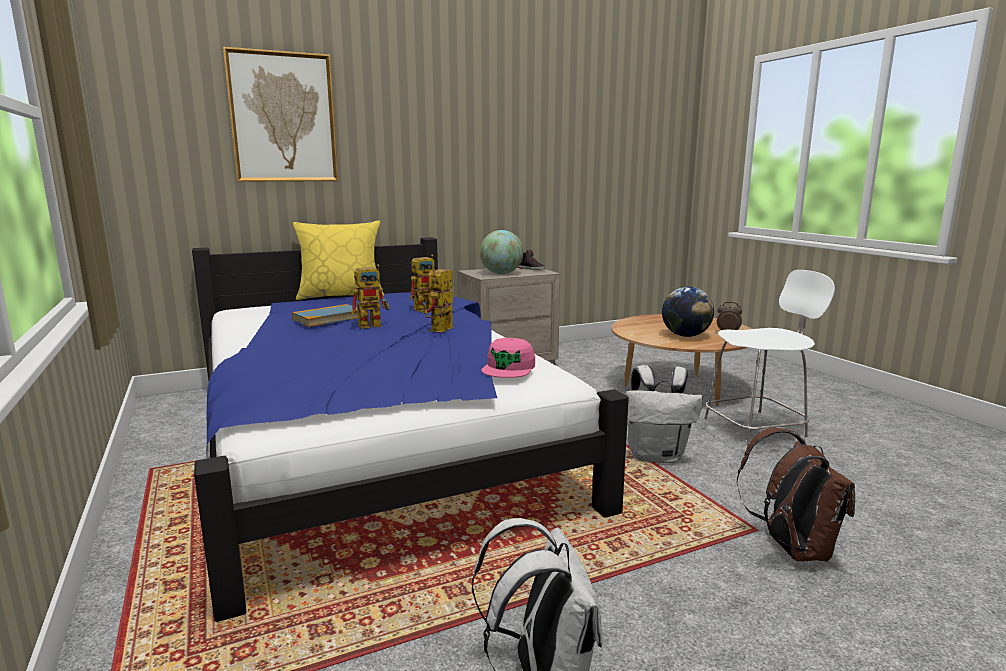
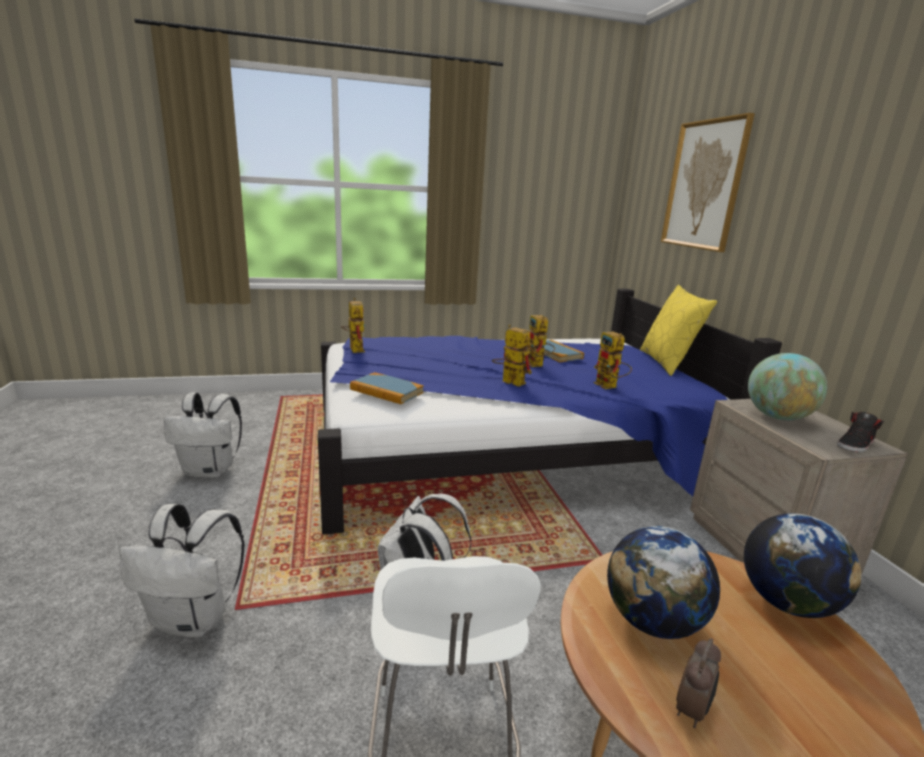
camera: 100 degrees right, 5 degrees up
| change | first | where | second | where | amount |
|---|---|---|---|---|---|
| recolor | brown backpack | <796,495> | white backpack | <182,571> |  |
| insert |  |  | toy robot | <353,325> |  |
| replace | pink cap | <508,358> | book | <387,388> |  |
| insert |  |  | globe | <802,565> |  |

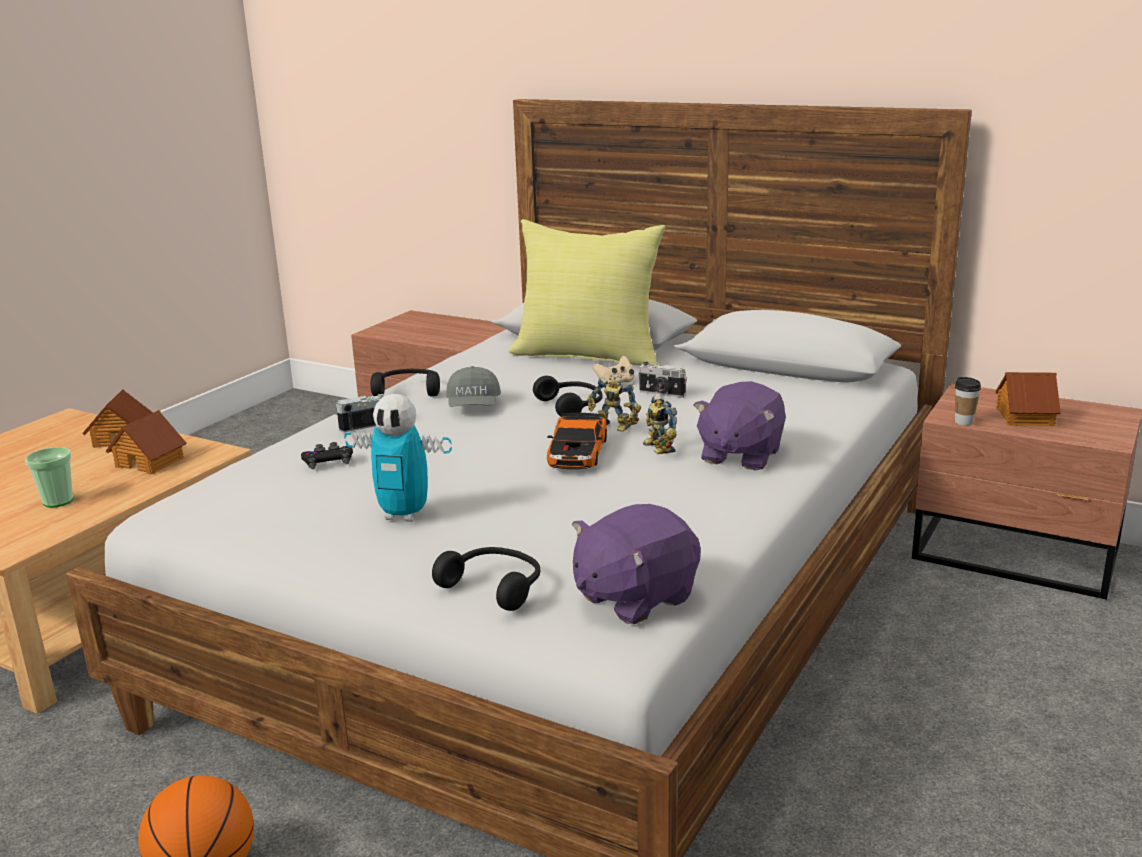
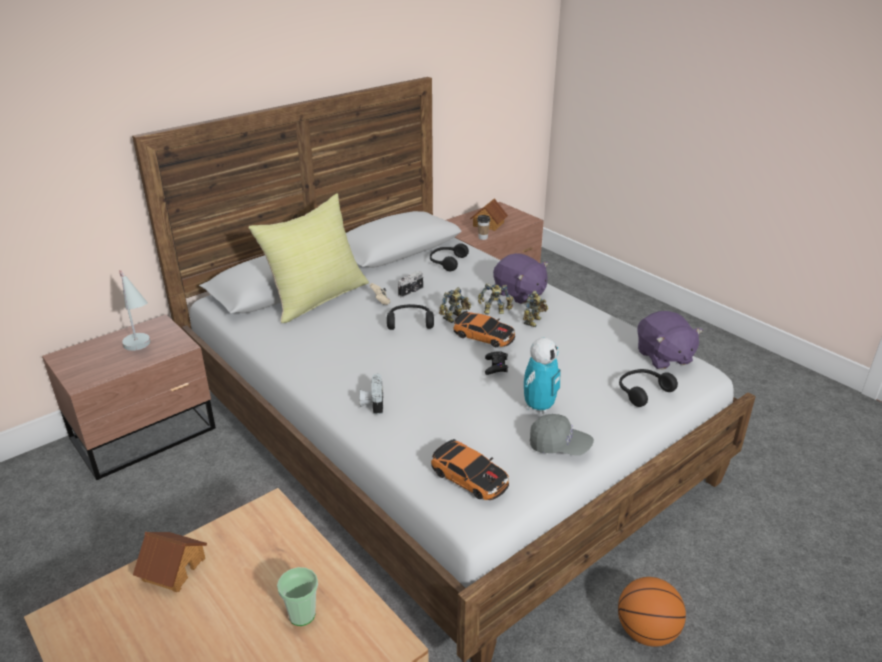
camera: 70 degrees left, 10 degrees up
| change | first | where | second | where | amount |
|---|---|---|---|---|---|
| insert |  |  | white table lamp | <135,310> |  |
| move | black headphones | <405,382> |  | <449,257> |  |
| insert |  |  | toy car | <470,469> |  |
| move | black game controller | <327,455> |  | <496,363> |  |
| insert |  |  | toy robot | <535,309> |  |
| move | grey cap | <473,386> |  | <562,434> |  |
| delete | toy house | <146,442> |  |  |  |

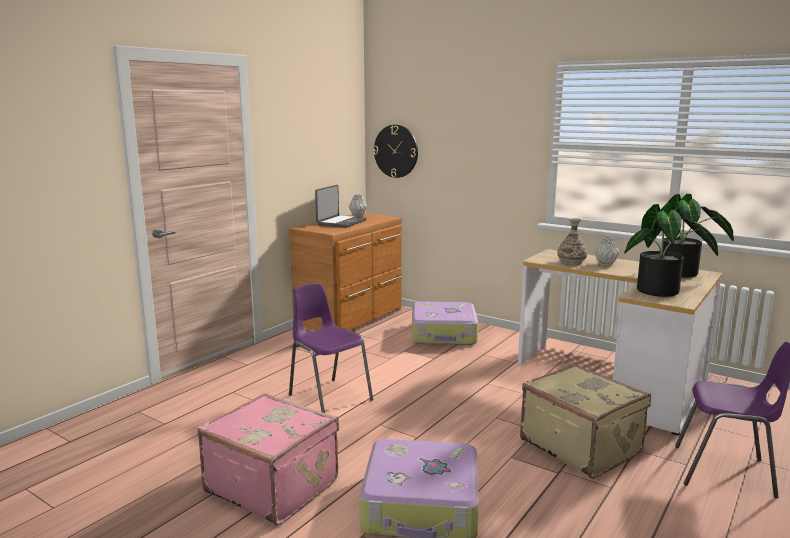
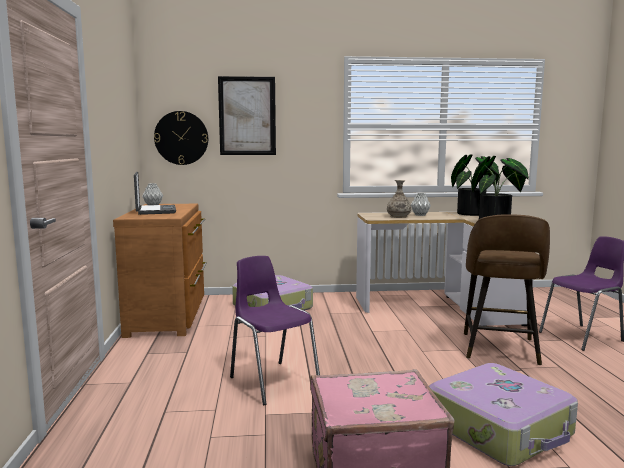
camera: 40 degrees left, 5 degrees down
| change | first | where | second | where | amount |
|---|---|---|---|---|---|
| insert |  |  | picture | <247,115> |  |
| rotate | purple chair | <331,348> |  | <275,330> | 45 degrees clockwise |
| replace | beige suitcase | <585,421> | brown stool | <507,289> |  |

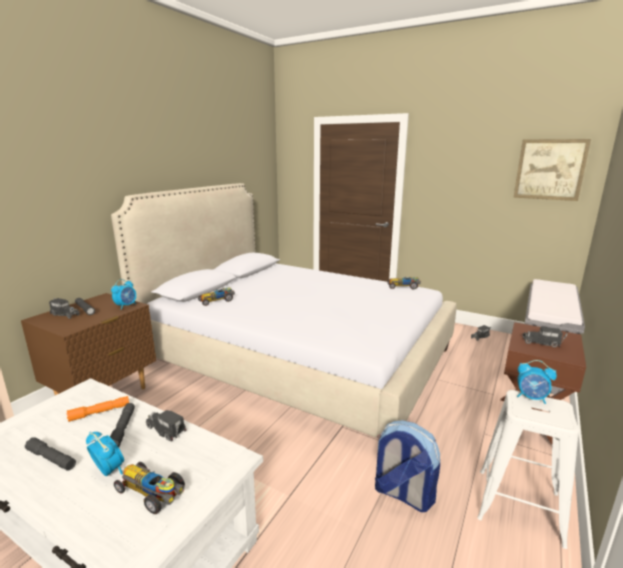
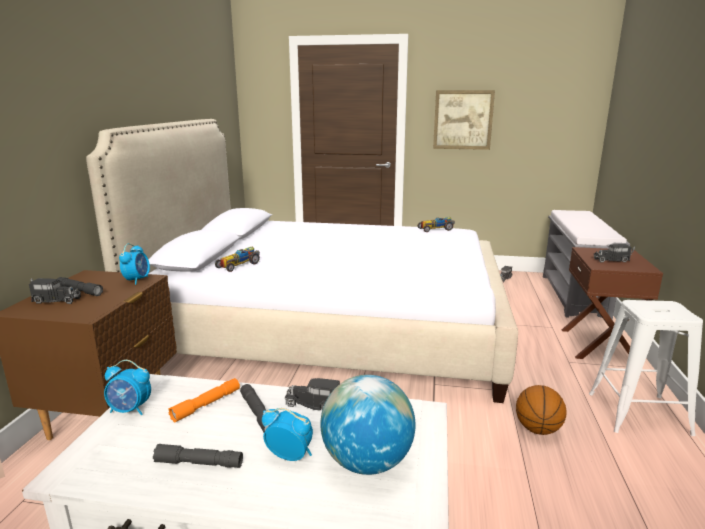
camera: 20 degrees left, 0 degrees up
| change | first | where | second | where | amount |
|---|---|---|---|---|---|
| move | alarm clock | <537,382> |  | <127,387> |  |
| replace | toy car | <149,488> | globe | <367,425> |  |
| move | picture | <552,170> |  | <464,120> |  |
| replace | backpack | <407,466> | basketball | <541,410> |  |

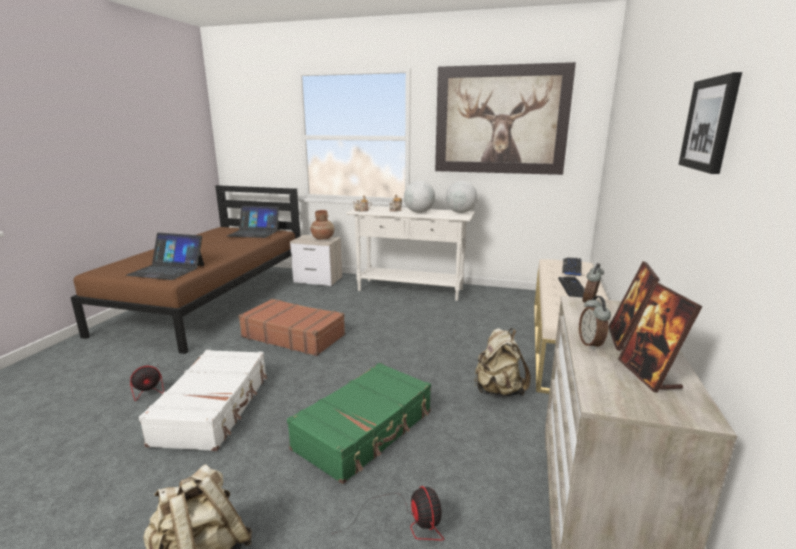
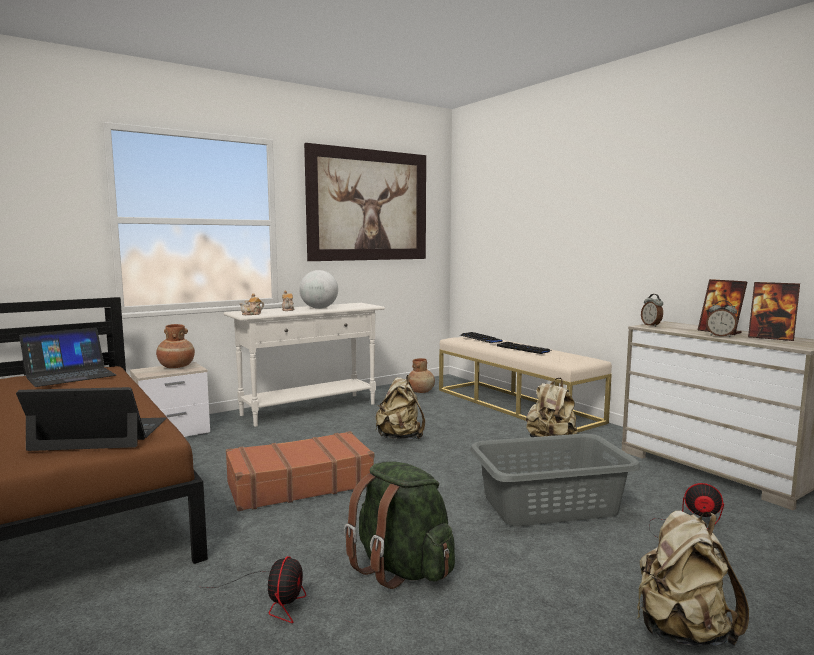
camera: 50 degrees left, 10 degrees down
| change | first | where | second | where | amount |
|---|---|---|---|---|---|
| rotate | laptop | <165,256> |  | <91,419> | 150 degrees counterclockwise |
| replace | white suitcase | <203,400> | green backpack | <399,525> |  |
| insert |  |  | beige backpack | <400,407> |  |
| insert |  |  | brown vase | <422,375> |  |
| replace | green suitcase | <359,423> | grey laundry basket | <555,480> |  |
| delete | globe | <462,197> |  |  |  |
| delete | picture | <710,123> |  |  |  |

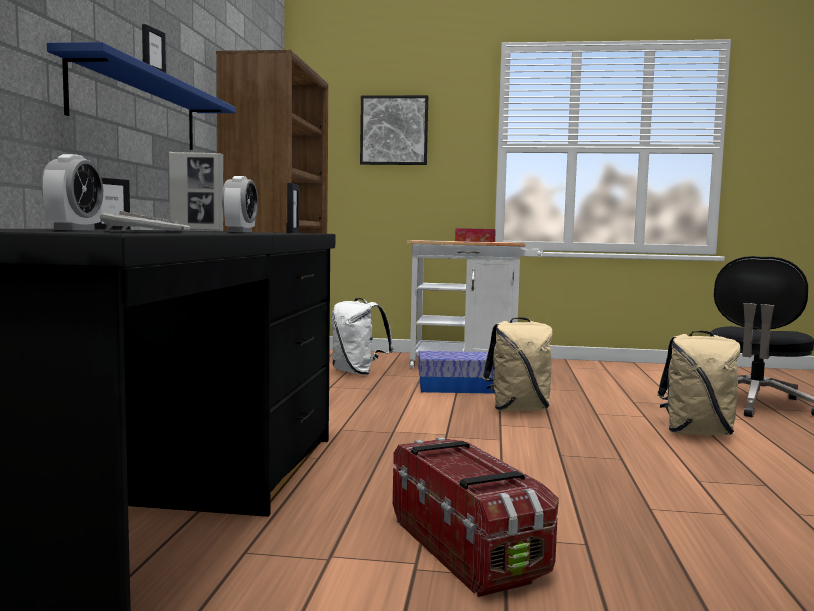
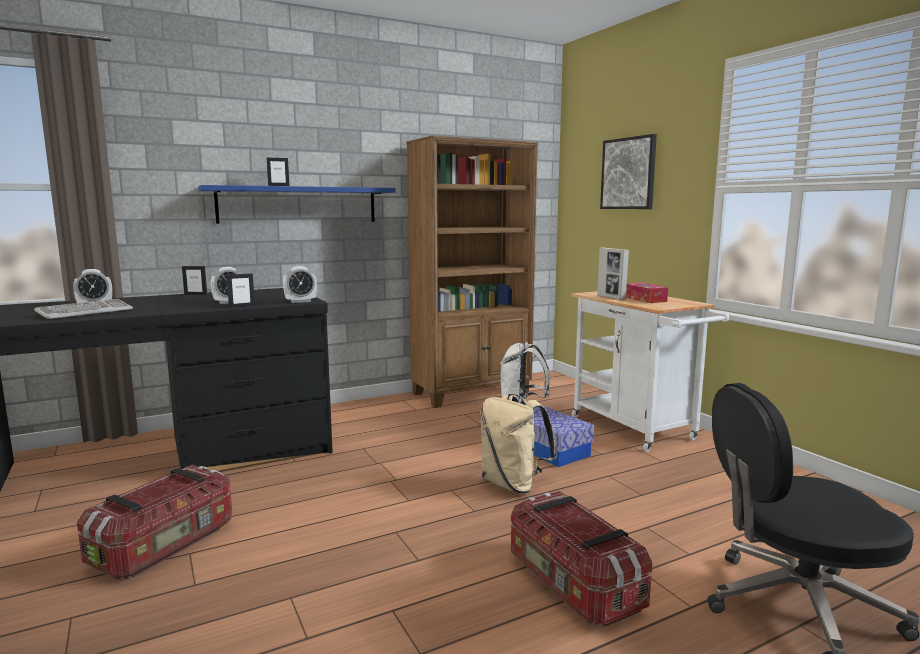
camera: 55 degrees right, 5 degrees up
| change | first | where | second | where | amount |
|---|---|---|---|---|---|
| insert |  |  | alarm clock | <300,284> |  |
| replace | beige backpack | <699,382> | storage box | <581,558> |  |
| move | picture frame | <196,191> |  | <613,273> |  |

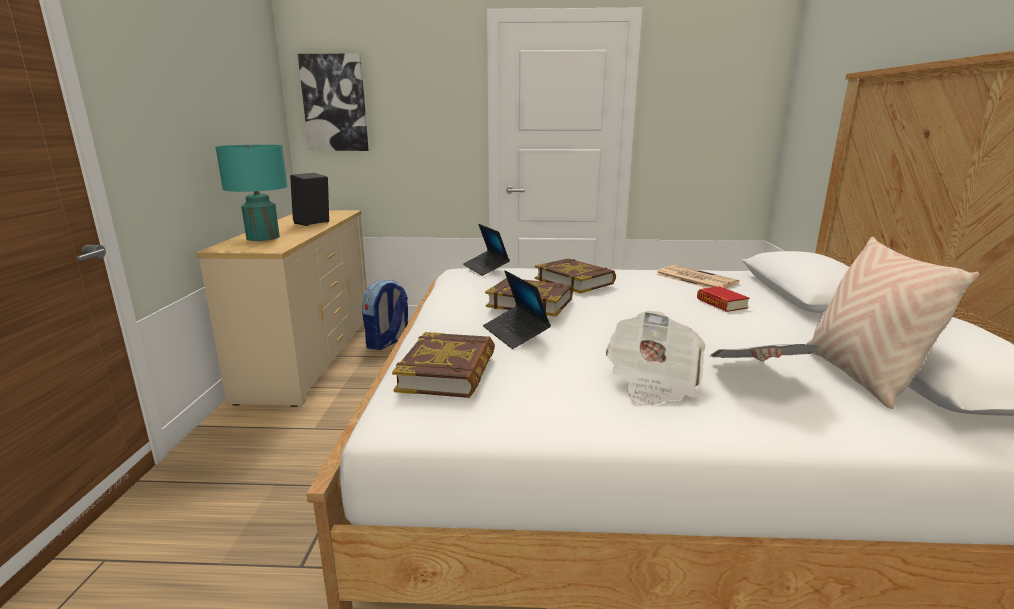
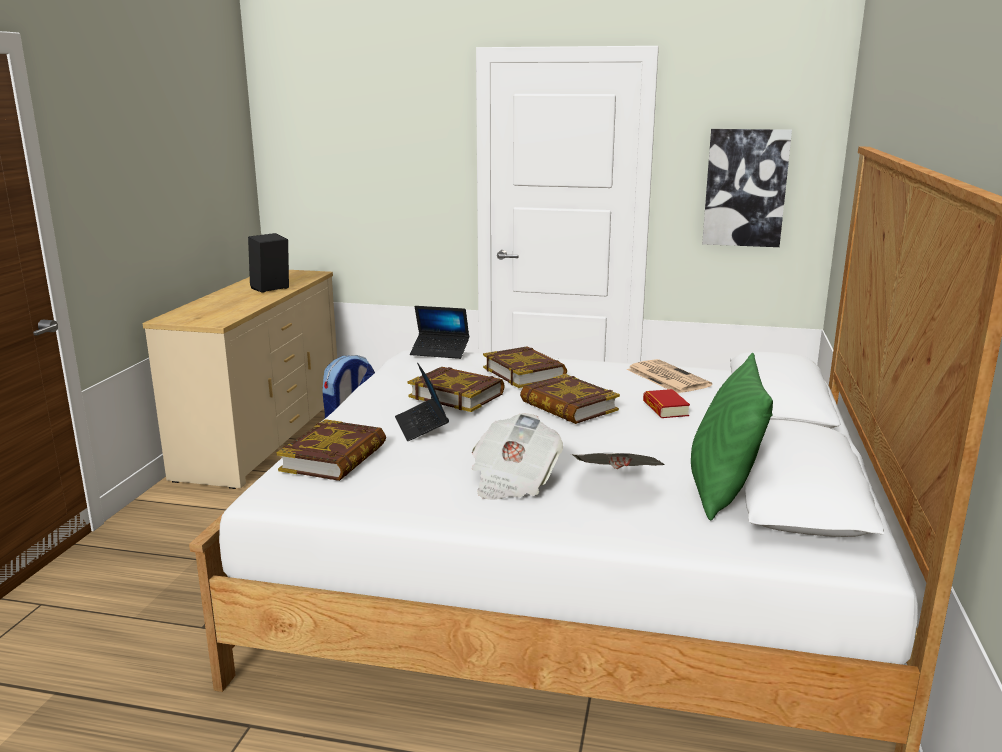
camera: 10 degrees right, 0 degrees up
| change | first | where | second | where | amount |
|---|---|---|---|---|---|
| rotate | laptop | <486,250> |  | <439,332> | 60 degrees counterclockwise |
| insert |  |  | book | <570,399> |  |
| recolor | beige pillow | <892,323> | green pillow | <732,436> |  |
| move | picture | <333,102> |  | <747,188> |  |
| delete | turquoise table lamp | <251,193> |  |  |  |

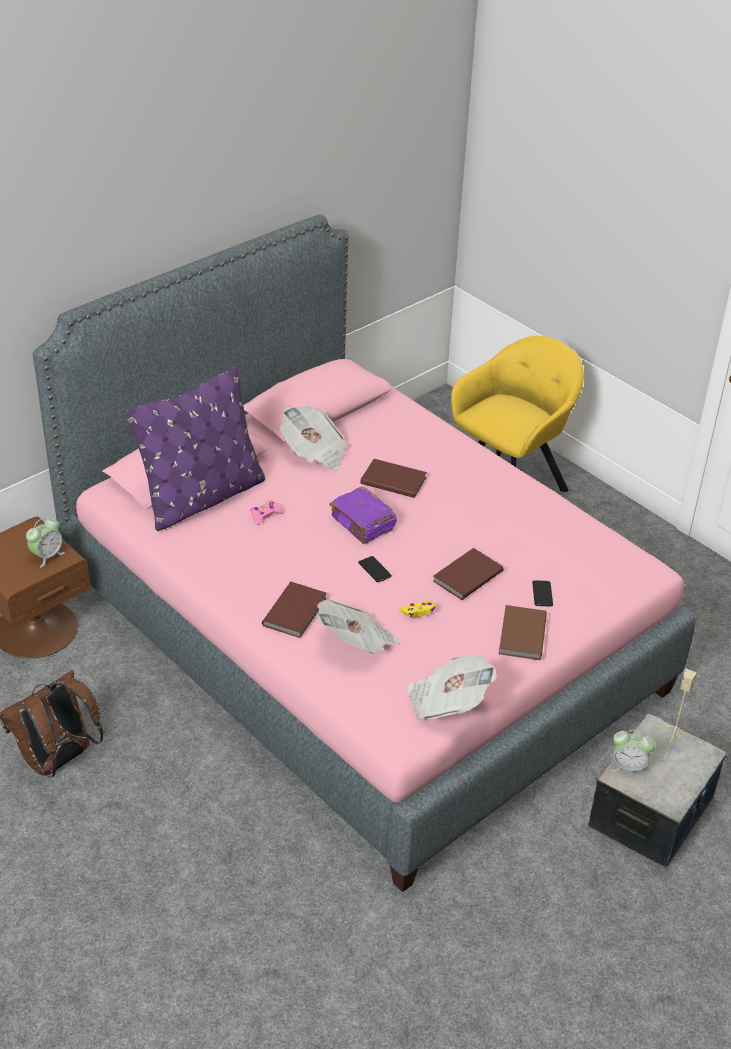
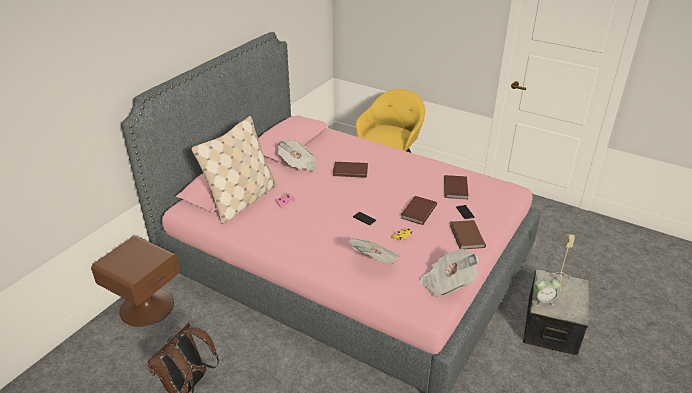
camera: 15 degrees left, 5 degrees down
| change | first | where | second | where | amount |
|---|---|---|---|---|---|
| recolor | purple pillow | <195,448> | beige pillow | <234,170> |  |
| move | brown book | <294,610> |  | <456,187> |  |
| delete | alarm clock | <45,543> |  |  |  |
| delete | purple book | <363,515> |  |  |  |

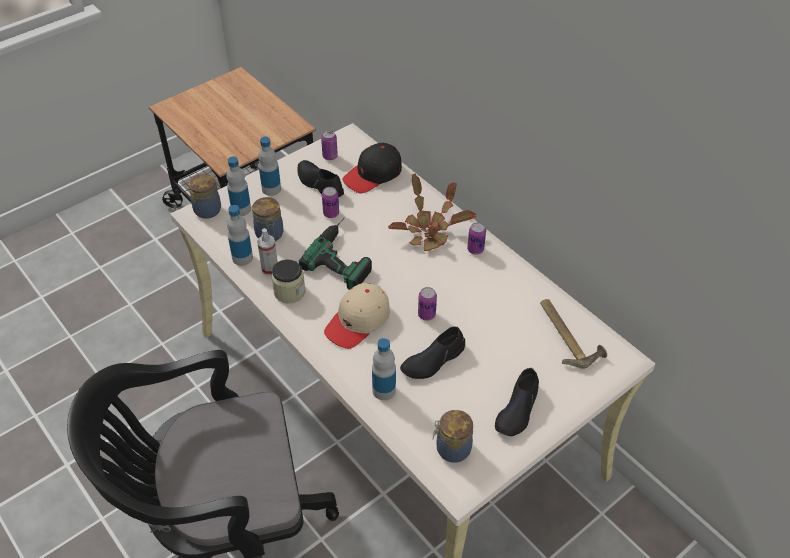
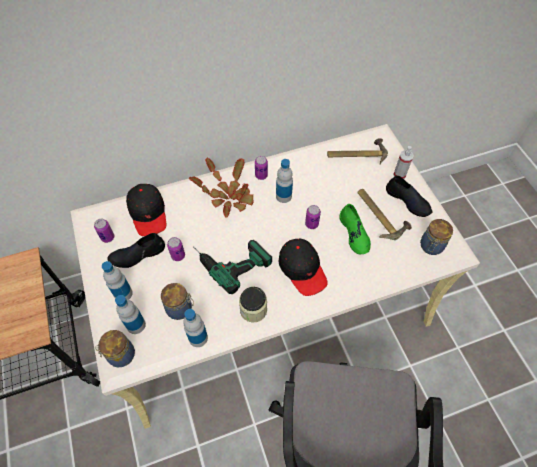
camera: 70 degrees left, 10 degrees up
| change | first | where | second | where | amount |
|---|---|---|---|---|---|
| move | bottle | <384,369> |  | <284,181> |  |
| recolor | beige cap | <357,316> | black cap | <303,267> |  |
| recolor | black shoe | <432,352> | green shoe | <355,229> |  |
| insert |  |  | hammer | <384,214> |  |
| move | spray bottle | <267,251> |  | <403,162> |  |

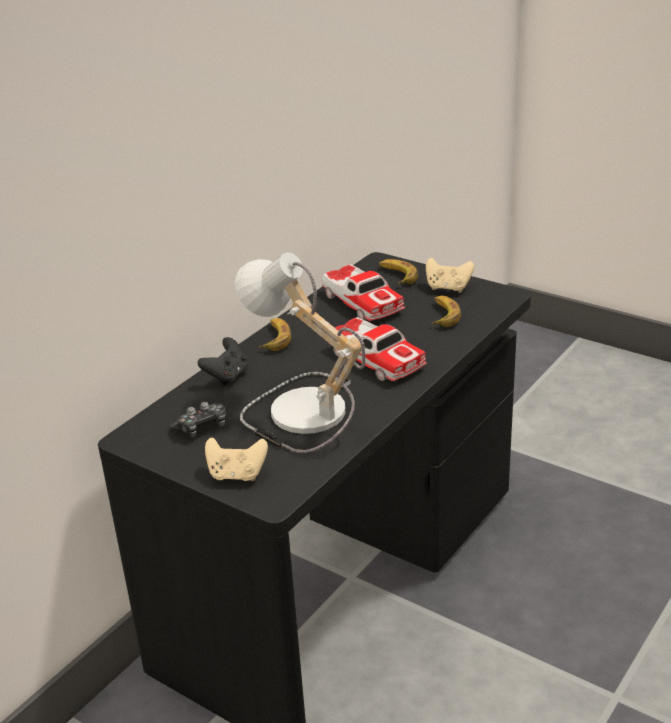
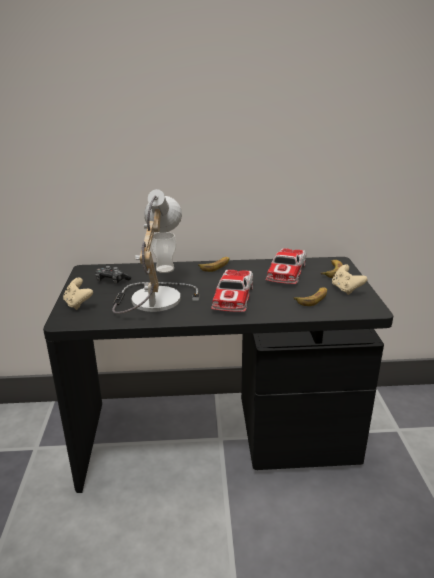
camera: 50 degrees right, 5 degrees down
| change | first | where | second | where | amount |
|---|---|---|---|---|---|
| replace | black game controller | <223,361> | cup | <164,252> |  |

